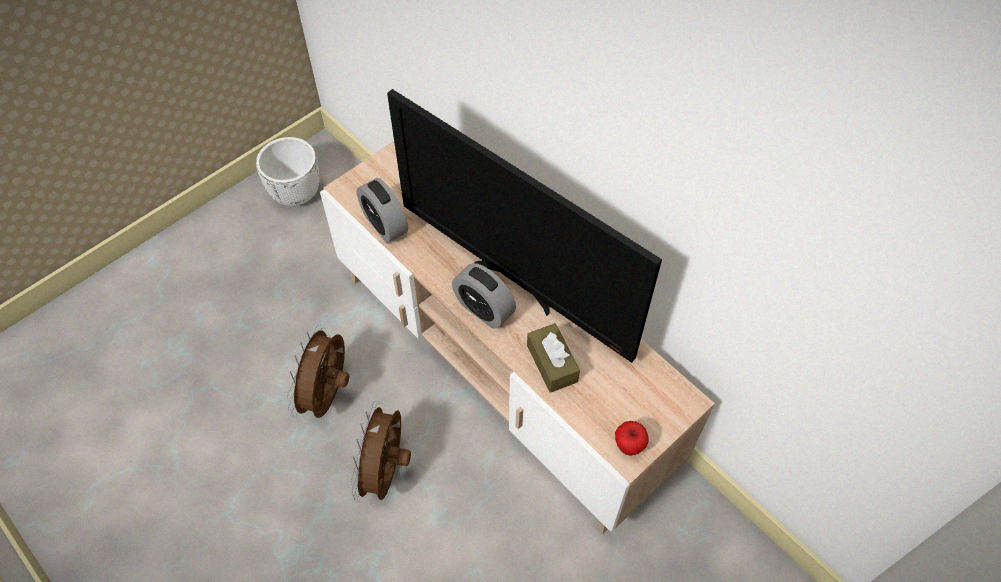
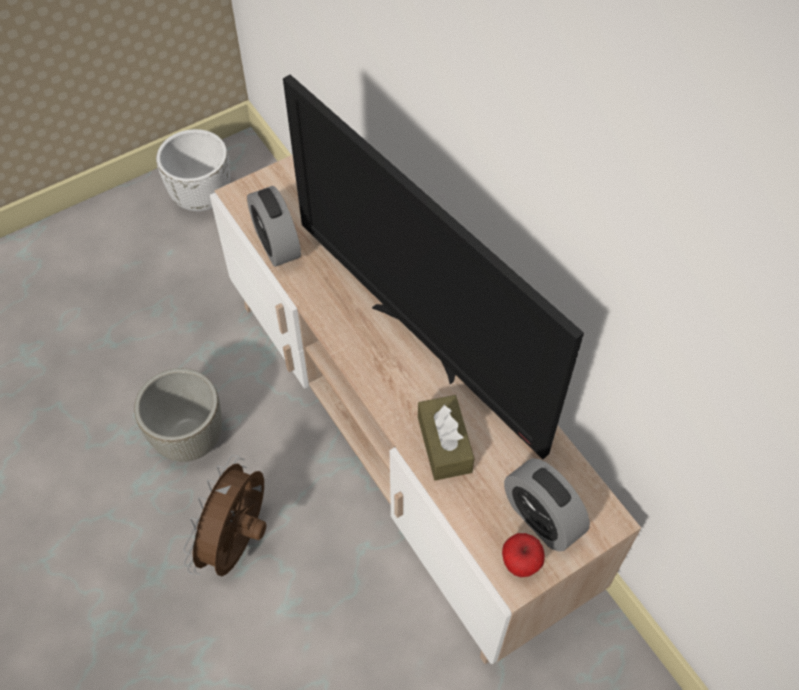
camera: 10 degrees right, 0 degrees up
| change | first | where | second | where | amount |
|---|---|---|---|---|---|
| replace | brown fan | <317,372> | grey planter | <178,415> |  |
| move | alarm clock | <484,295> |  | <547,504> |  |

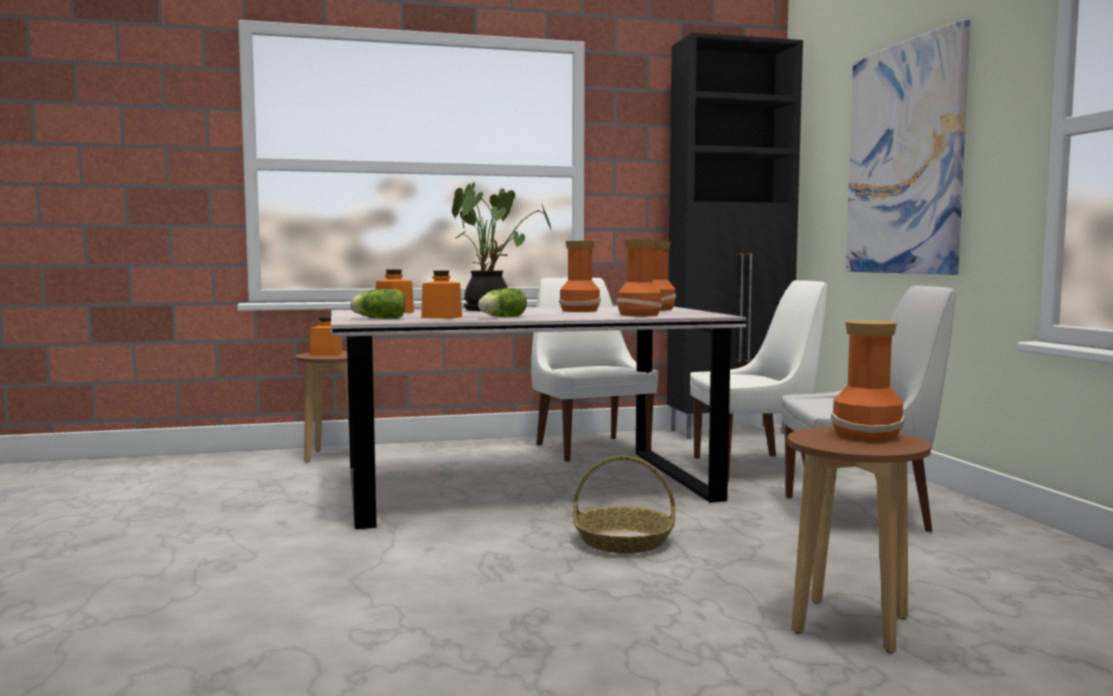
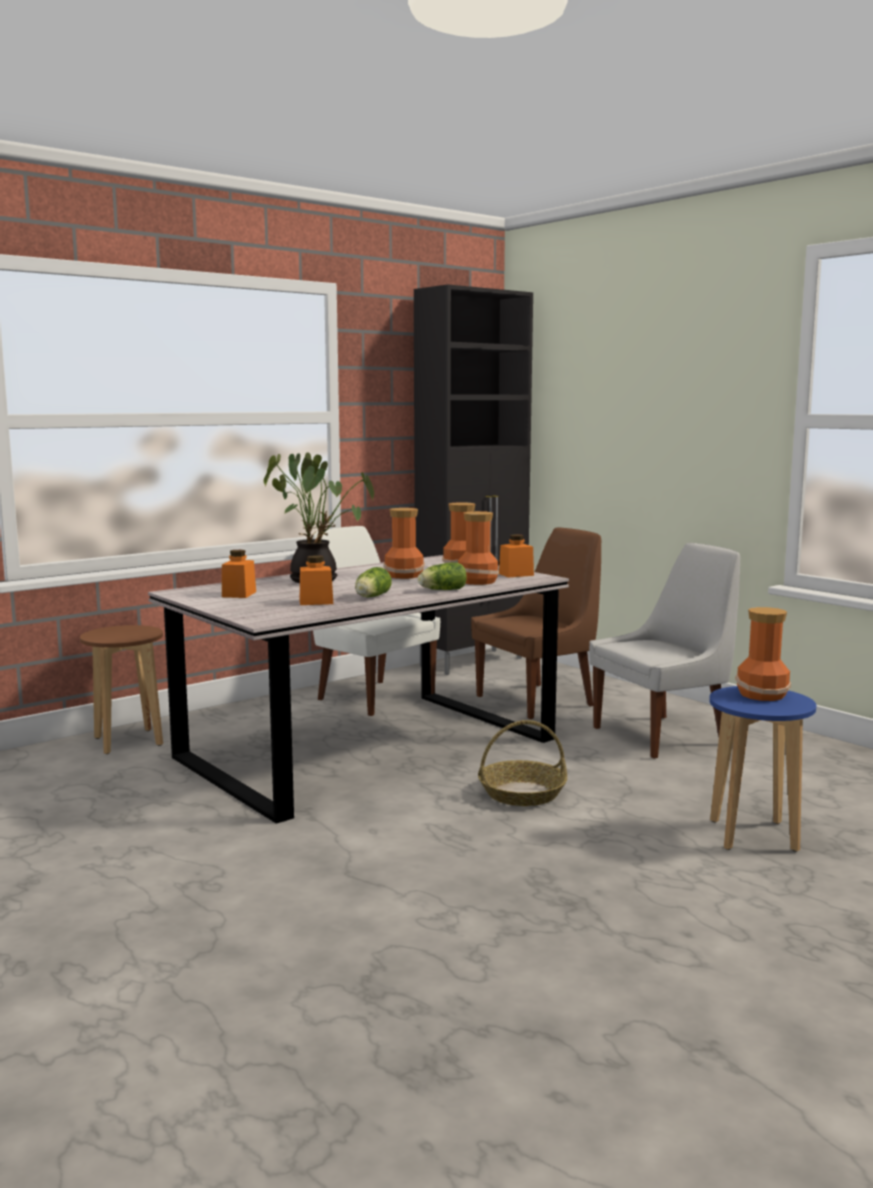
camera: 25 degrees left, 5 degrees up
| change | first | where | second | where | amount |
|---|---|---|---|---|---|
| move | lettuce | <377,304> |  | <442,576> |  |
| recolor | white chair | <758,380> | brown chair | <536,623> |  |
| move | orange jar | <326,336> |  | <516,556> |  |
| recolor | brown stool | <859,540> | blue stool | <762,769> |  |
| delete | picture | <908,147> |  |  |  |

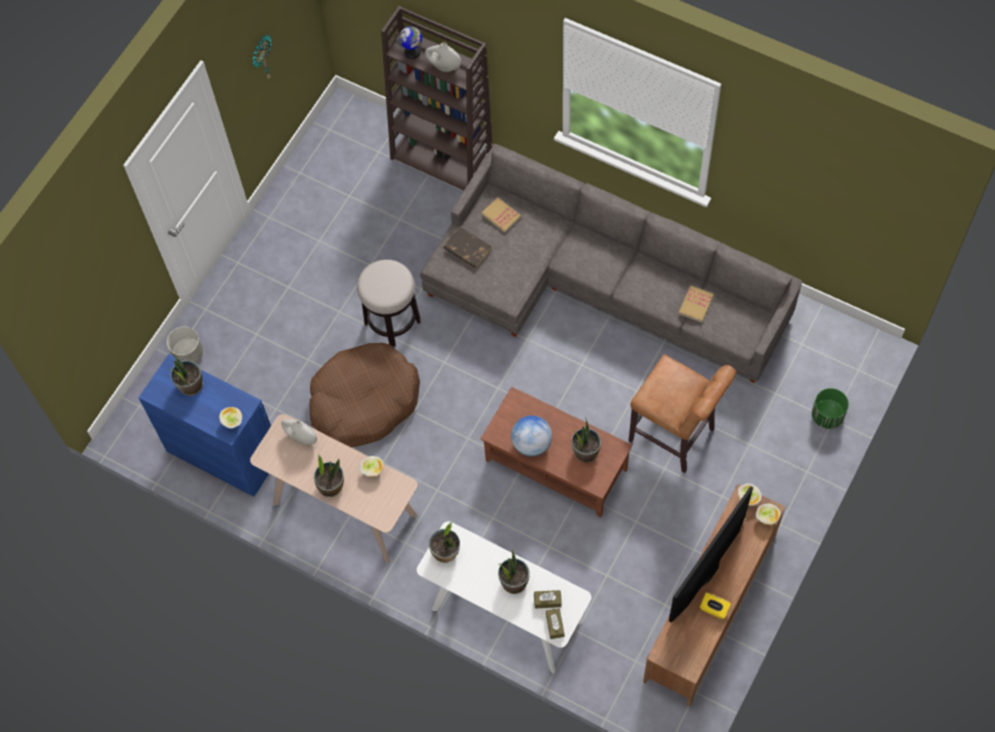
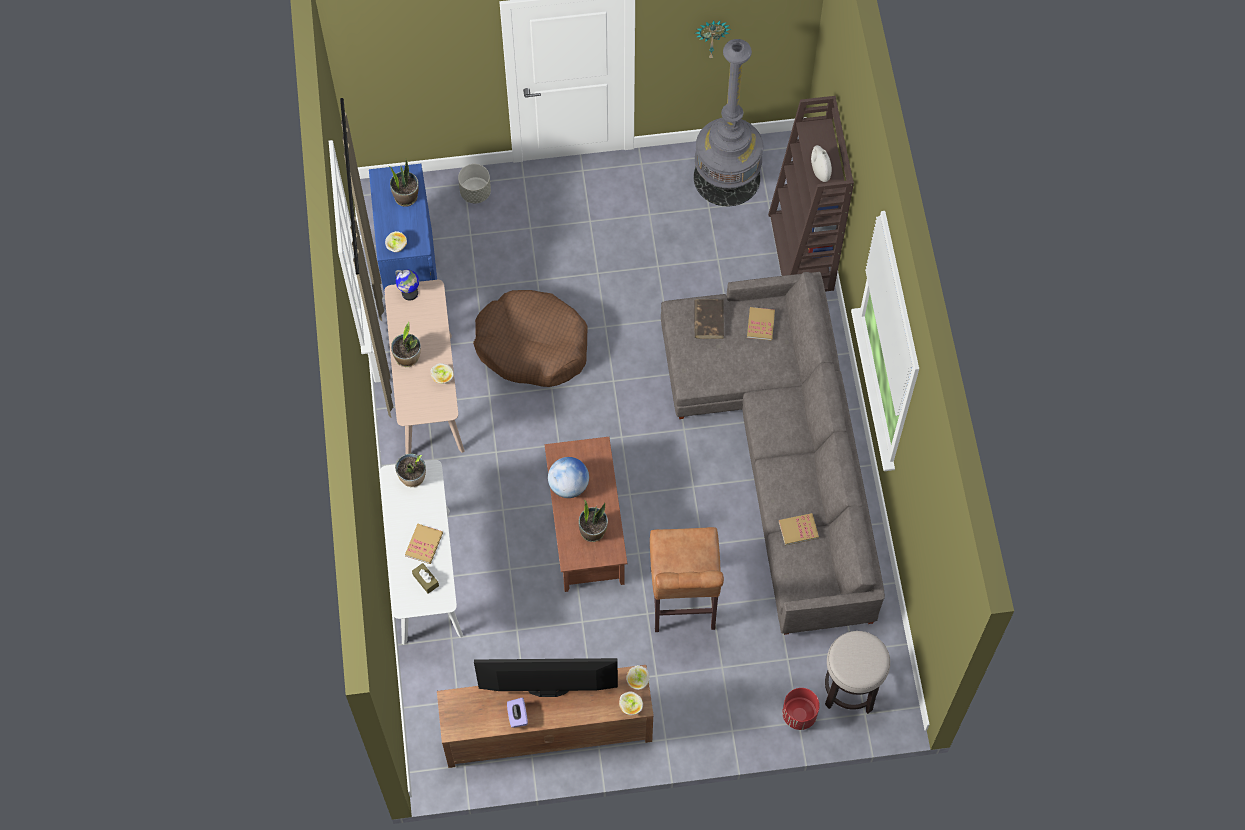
camera: 50 degrees right, 0 degrees up
| change | first | where | second | where | amount |
|---|---|---|---|---|---|
| move | globe | <409,42> |  | <407,285> |  |
| replace | potted plant | <514,571> | book | <424,544> |  |
| recolor | yellow tissue box | <715,605> | purple tissue box | <517,712> |  |
| insert |  |  | grey floor lamp | <728,122> |  |
| recolor | green planter | <830,408> | red planter | <801,709> |  |
| move | stool | <388,303> |  | <857,672> |  |
| delete | white vase | <299,432> |  |  |  |
| delete | brown tissue box | <555,623> |  |  |  |

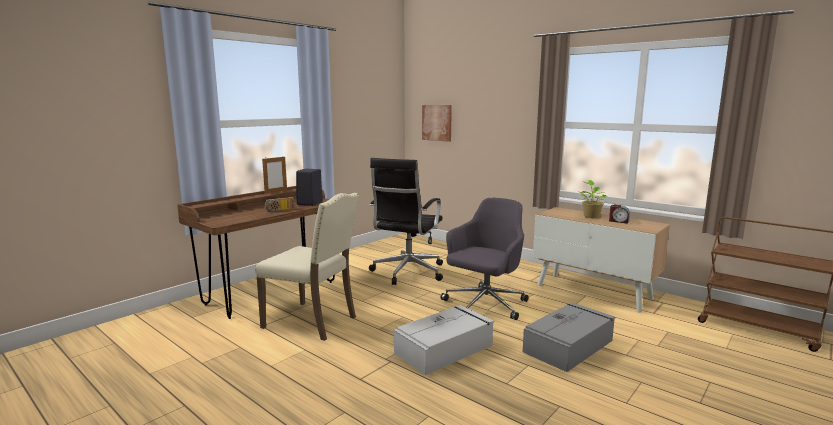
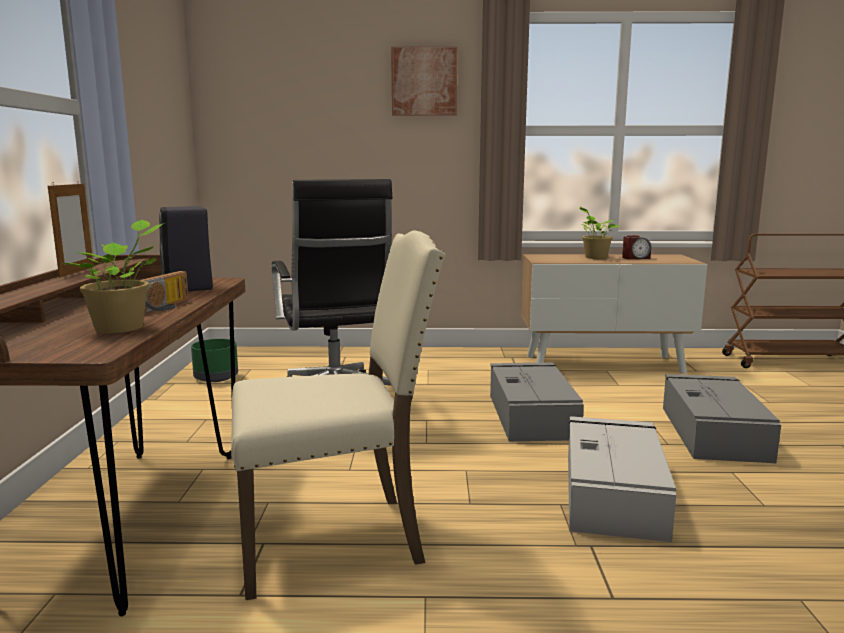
camera: 40 degrees left, 0 degrees up
| change | first | where | second | where | amount |
|---|---|---|---|---|---|
| insert |  |  | potted plant | <112,276> |  |
| insert |  |  | green planter | <214,360> |  |
| move | picture | <437,123> |  | <424,81> |  |
| replace | grey office chair | <485,259> | grey storage box | <537,402> |  |

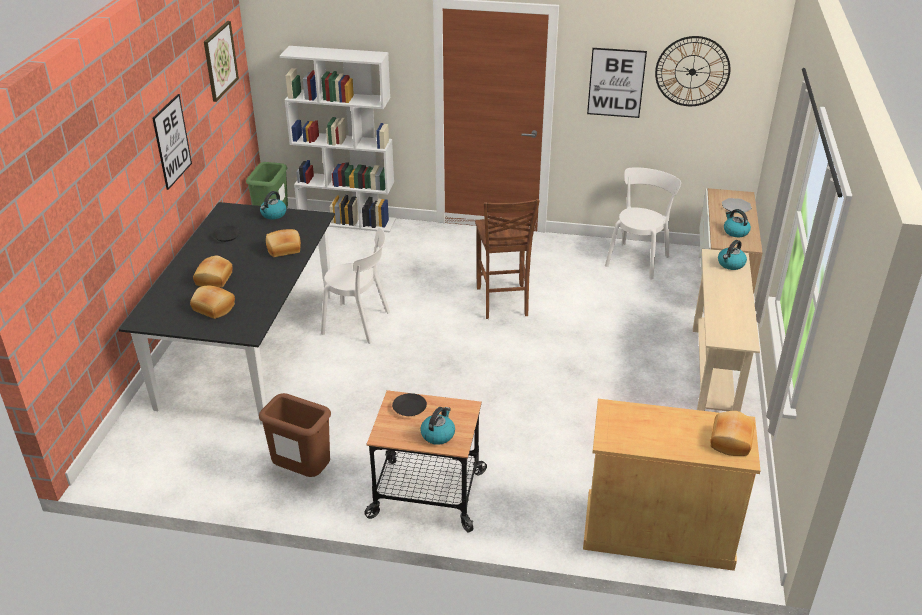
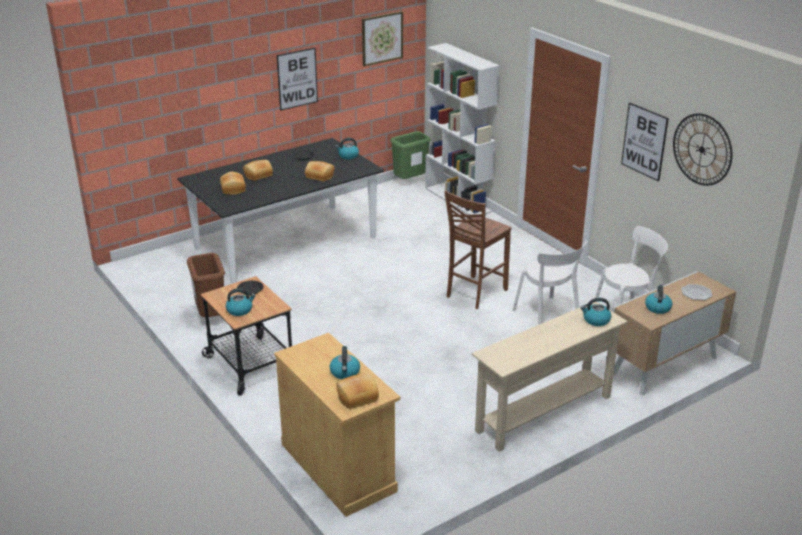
camera: 45 degrees right, 5 degrees down
| change | first | where | second | where | amount |
|---|---|---|---|---|---|
| insert |  |  | kettle | <345,362> |  |
| move | white chair | <355,286> |  | <550,282> |  |

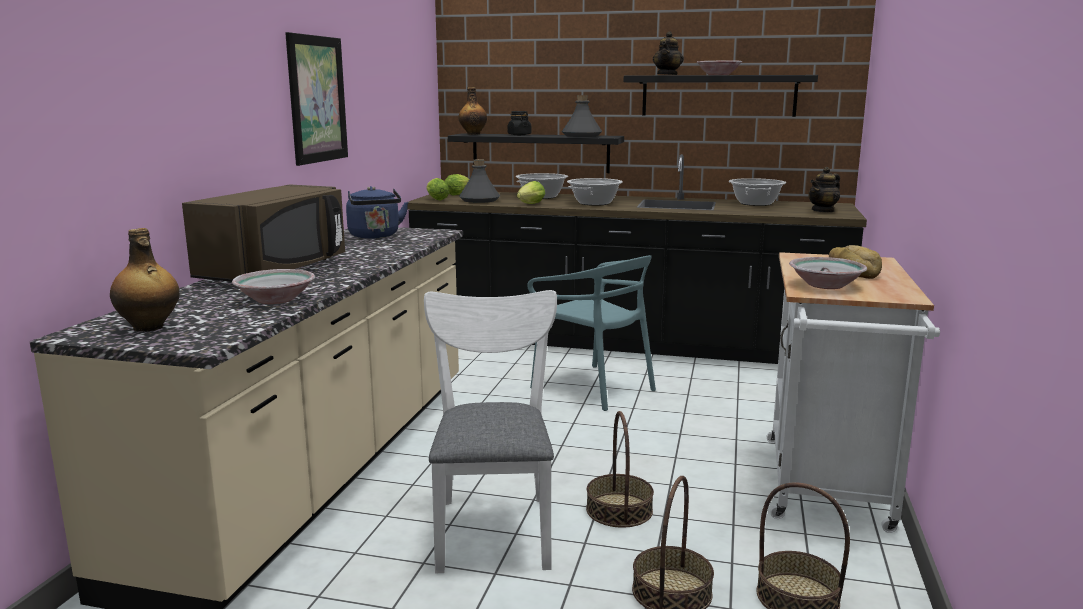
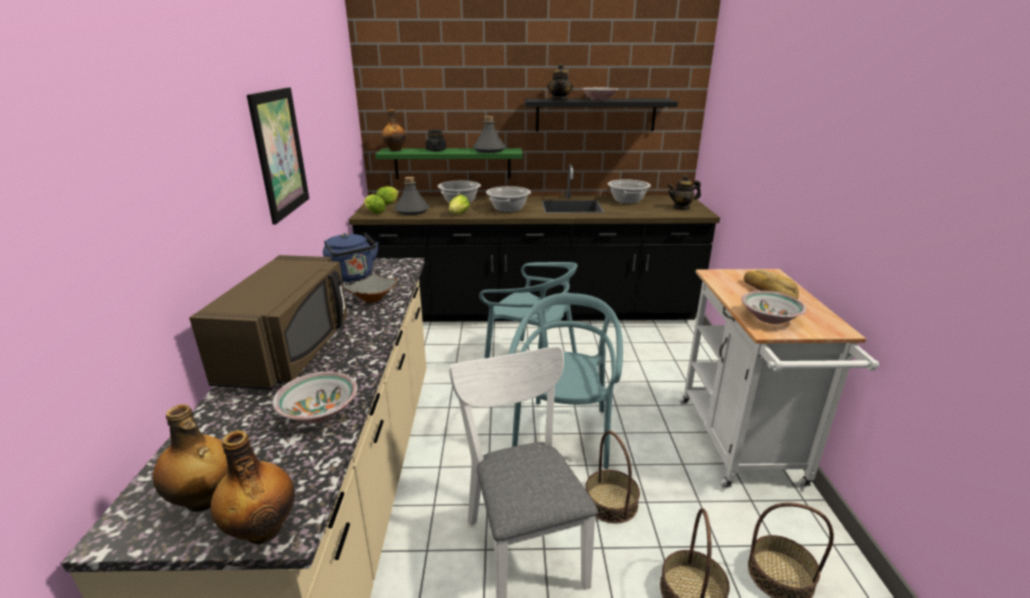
camera: 15 degrees left, 10 degrees up
| change | first | where | second | where | amount |
|---|---|---|---|---|---|
| insert |  |  | bottle | <253,487> |  |
| insert |  |  | grey bowl | <370,288> |  |
| recolor | black shelf | <536,153> | green shelf | <449,163> |  |
| insert |  |  | turquoise chair | <565,381> |  |
| rotate | teapot | <824,190> |  | <684,192> | 45 degrees clockwise |

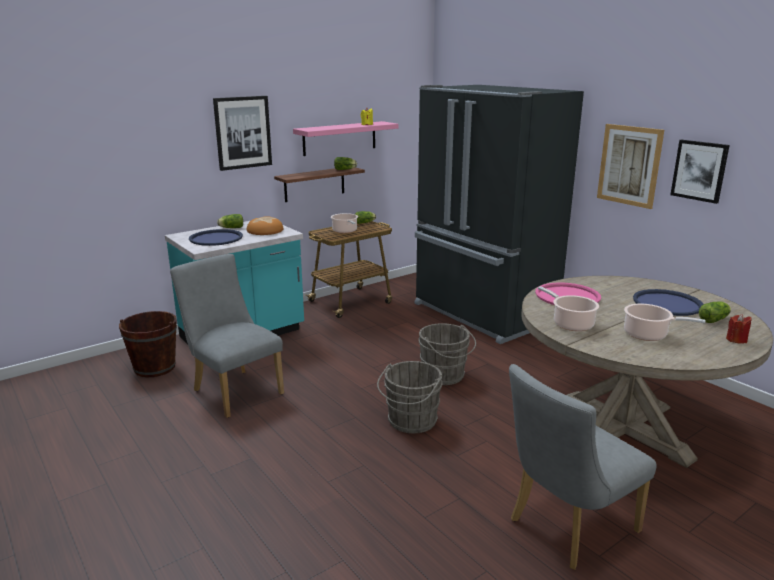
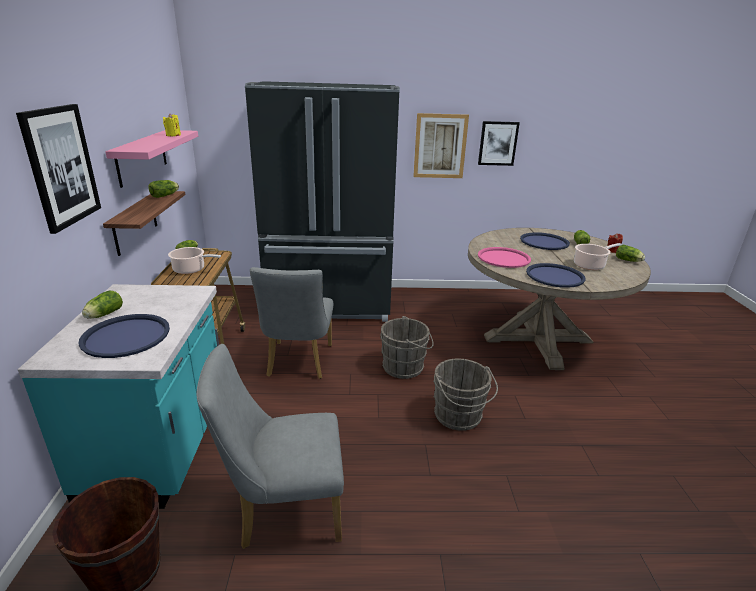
camera: 55 degrees left, 5 degrees up
| change | first | where | second | where | amount |
|---|---|---|---|---|---|
| move | grey chair | <582,467> |  | <291,323> |  |
| replace | cooking pot | <568,309> | blue tray | <556,275> |  |
| insert |  |  | lettuce | <630,253> |  |
| delete | bread | <265,225> |  |  |  |

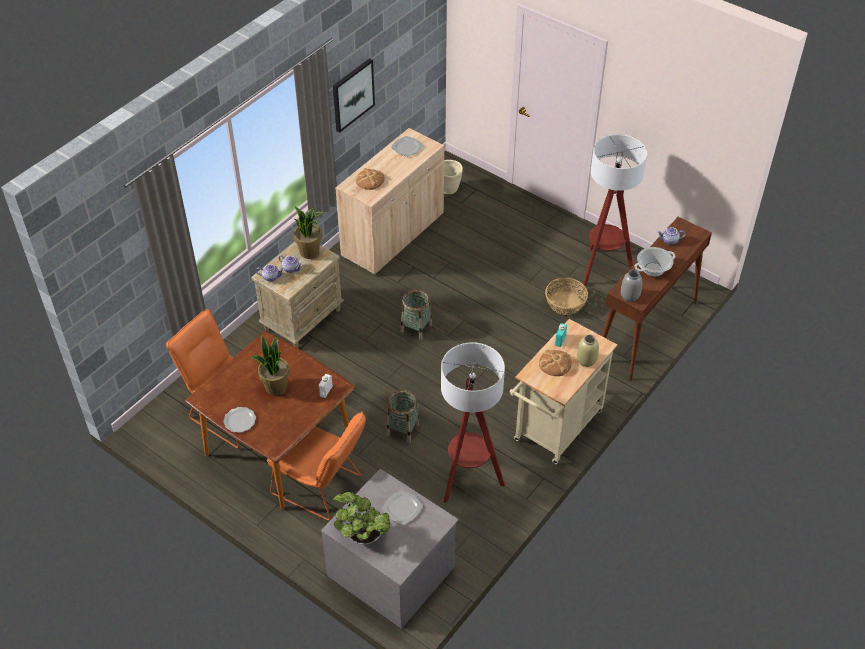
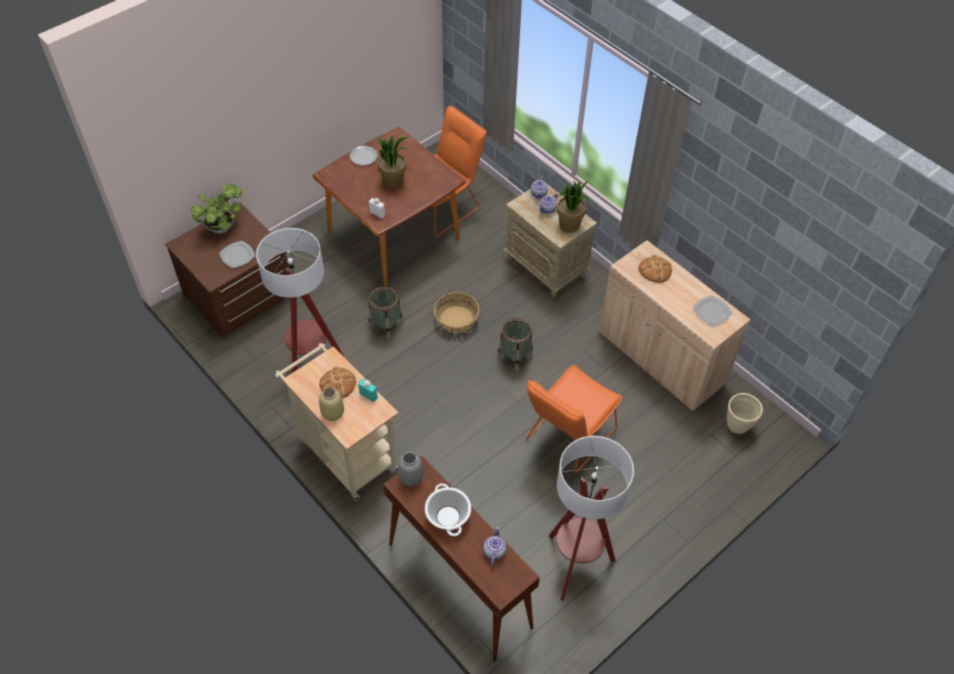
camera: 100 degrees right, 5 degrees up
| change | first | where | second | where | amount |
|---|---|---|---|---|---|
| recolor | grey dresser | <390,549> | brown dresser | <227,271> |  |
| move | basket | <566,296> |  | <457,312> |  |
| move | orange chair | <316,466> |  | <574,419> |  |
| delete | picture | <354,95> |  |  |  |

